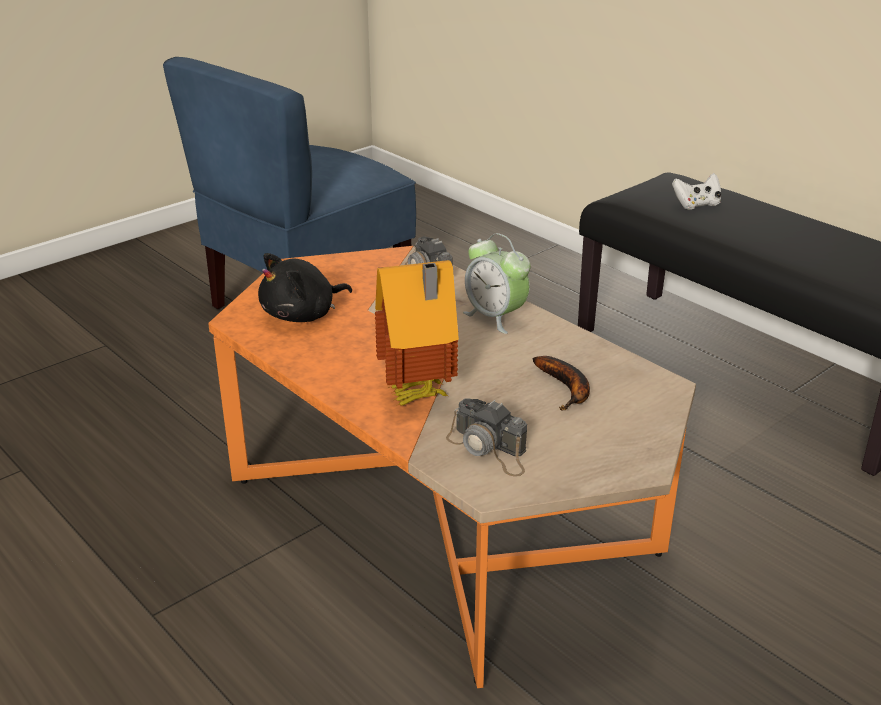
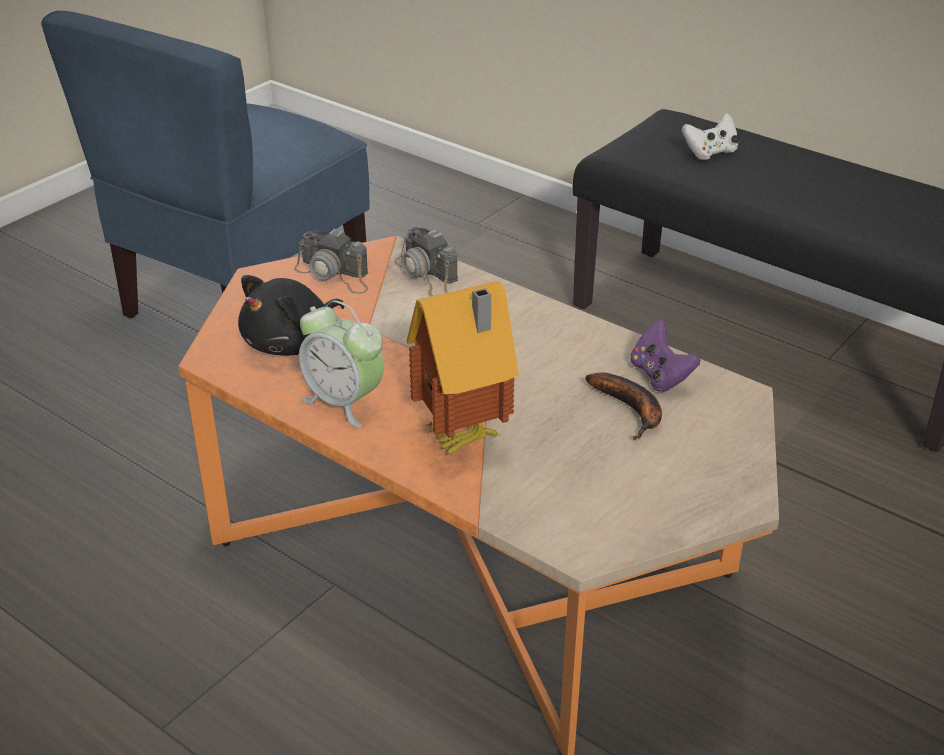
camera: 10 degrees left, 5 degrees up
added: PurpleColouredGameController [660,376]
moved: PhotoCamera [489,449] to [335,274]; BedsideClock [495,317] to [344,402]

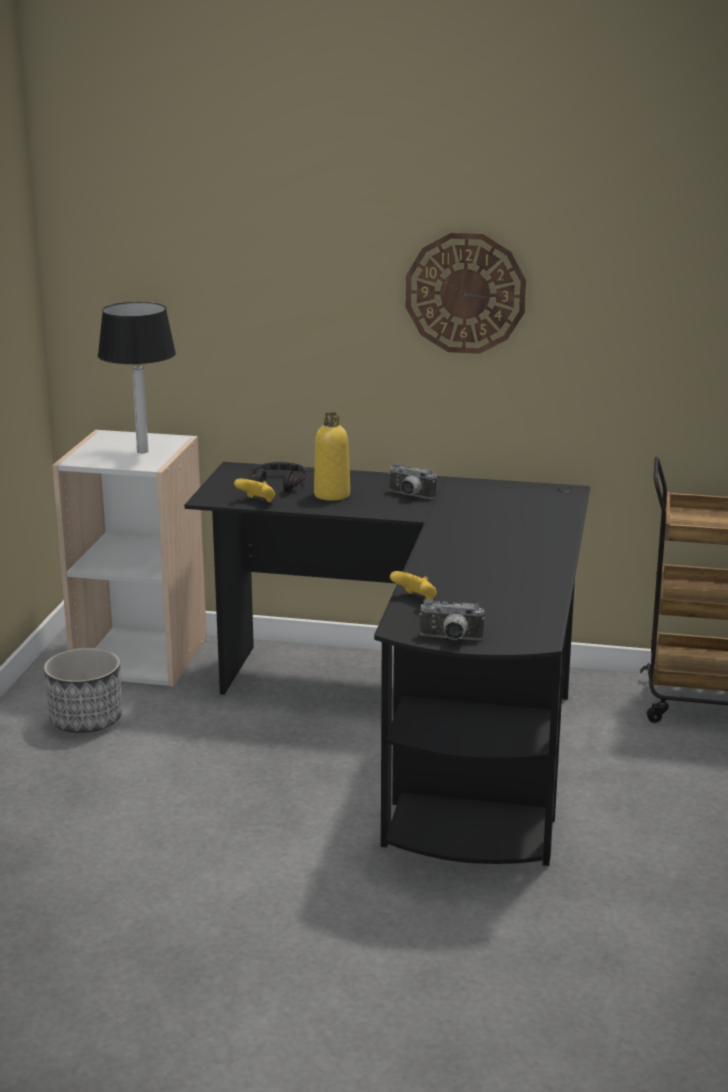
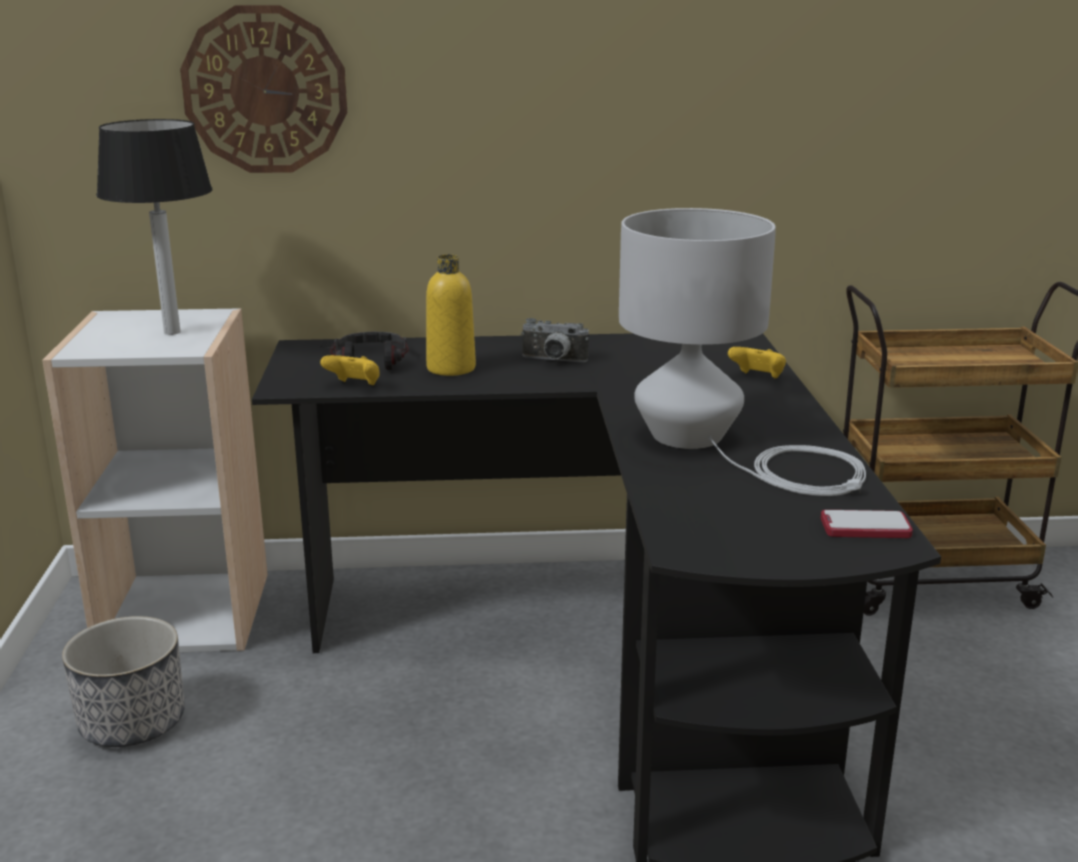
camera: 15 degrees left, 0 degrees up
removed: PhotoCamera [450,639]
added: GreyishTabletopLamp [732,449]; Handset [865,527]
moved: HangingClock [465,293] to [265,90]; YellowColouredGameController [415,599] to [757,378]

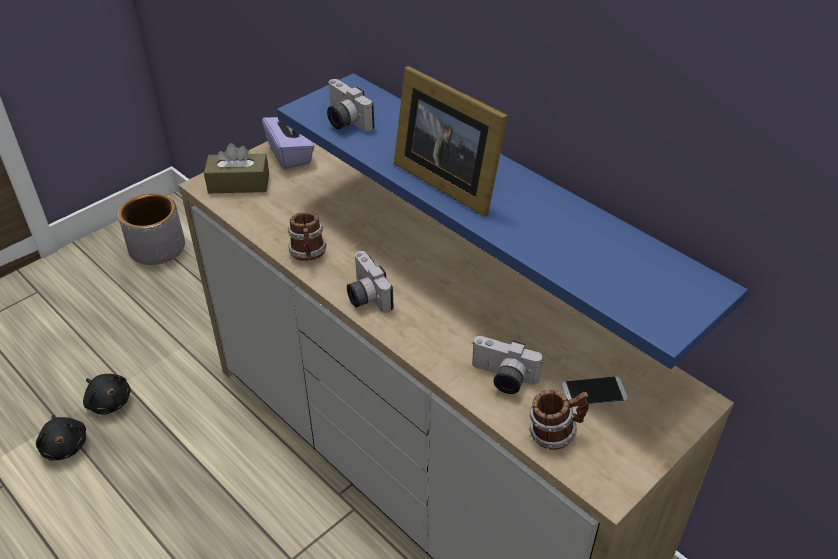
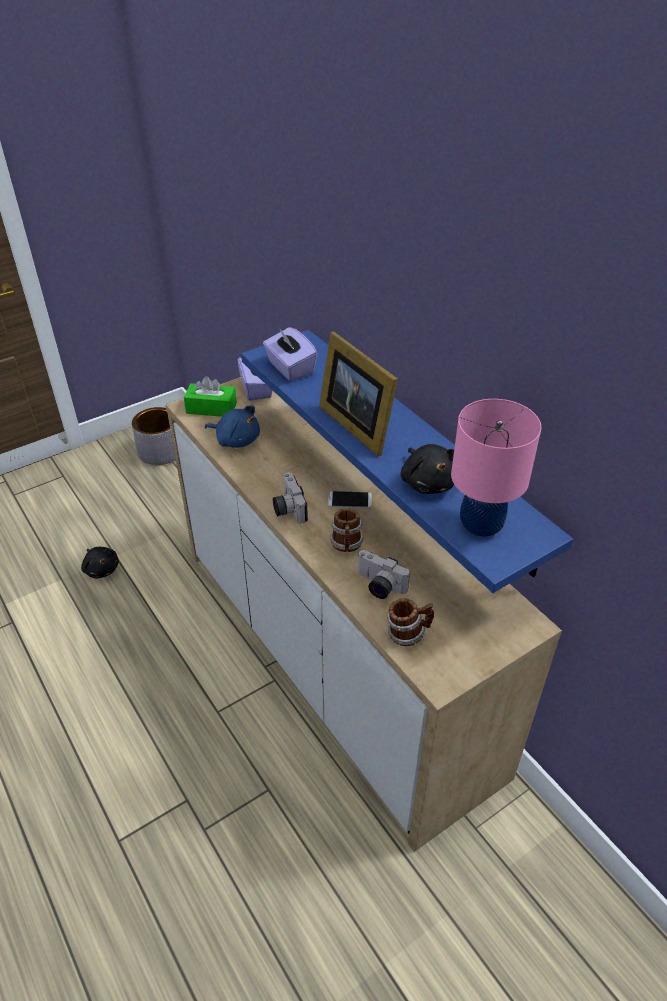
camera: 10 degrees right, 0 degrees up
added: BlueCuddlyToy [236,440]; PinkColouredTabletopLamp [480,527]
moved: Handset [594,392] to [350,500]; CoffeeMug [308,255] to [347,545]; BlackCuddlyToy [65,445] to [428,482]
replaced: PhotoCamera [344,121] to PurpleColouredTissueHolder [290,368]
recoloured: BrownColouredTissueHolder [239,183] to GreenColouredTissueHolder [211,408]

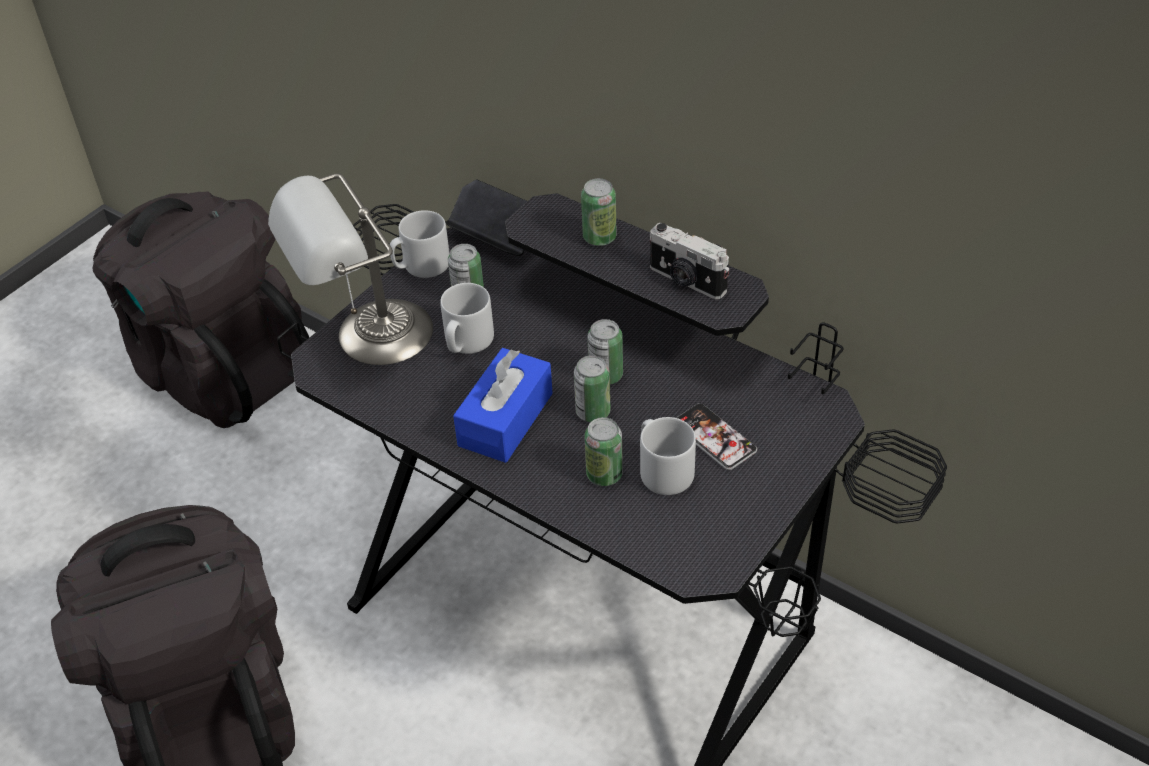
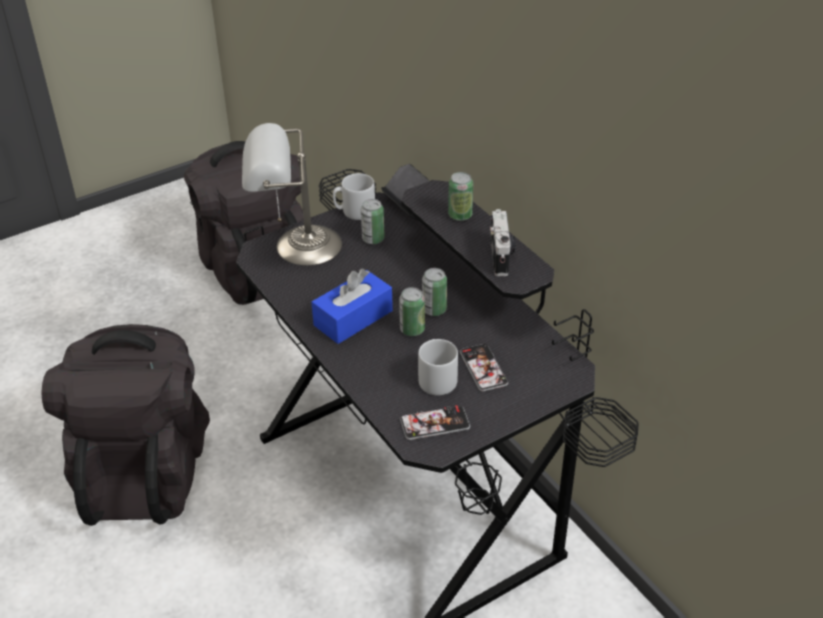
camera: 20 degrees right, 5 degrees down
removed: GreyishCoffeeMug [466,342]; MetalCan [604,474]
added: Handset [435,424]
turned: PhotoCamera [686,281] = [501,256] 150 degrees counterclockwise

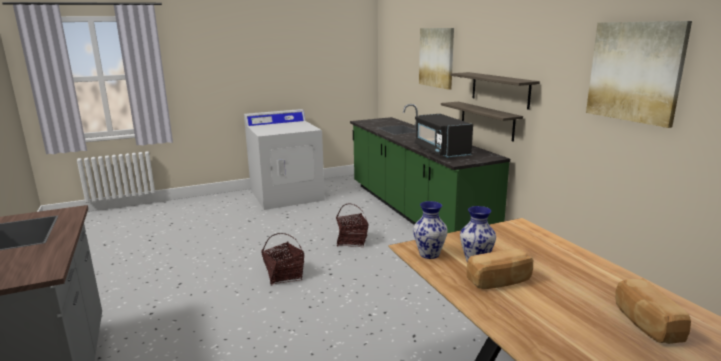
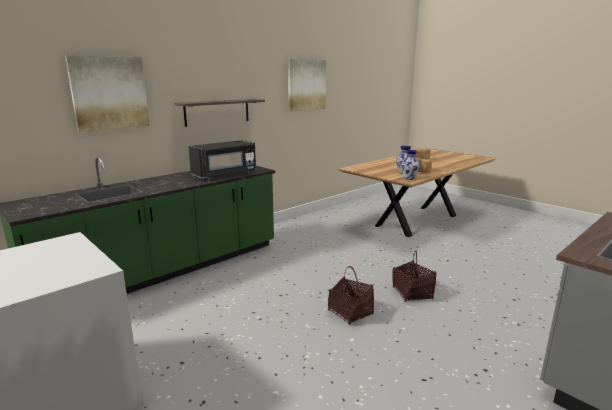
camera: 110 degrees left, 0 degrees up
removed: Shelf [487,120]
moved: Basket [352,241] to [412,293]

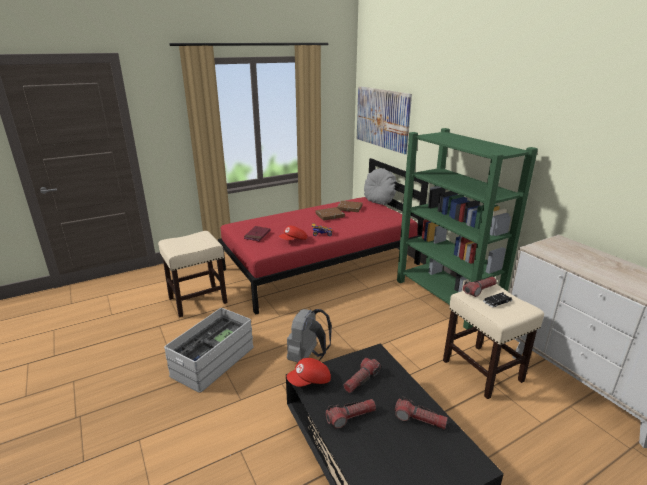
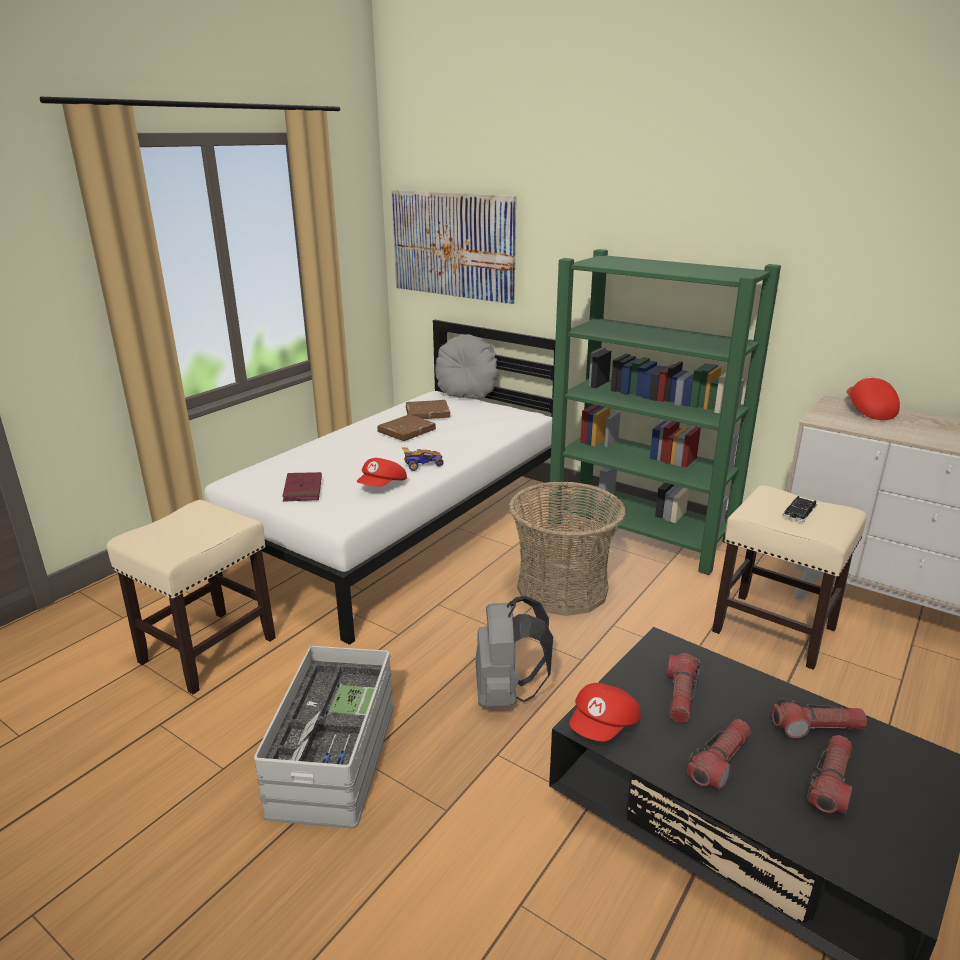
camera: 25 degrees left, 0 degrees up
added: Basket [562,589]; RedColouredPeakedCap [868,411]
moved: Torch [479,290] to [830,783]
recoloured: RedColouredBed [321,266] to WhiteColouredBed [405,529]

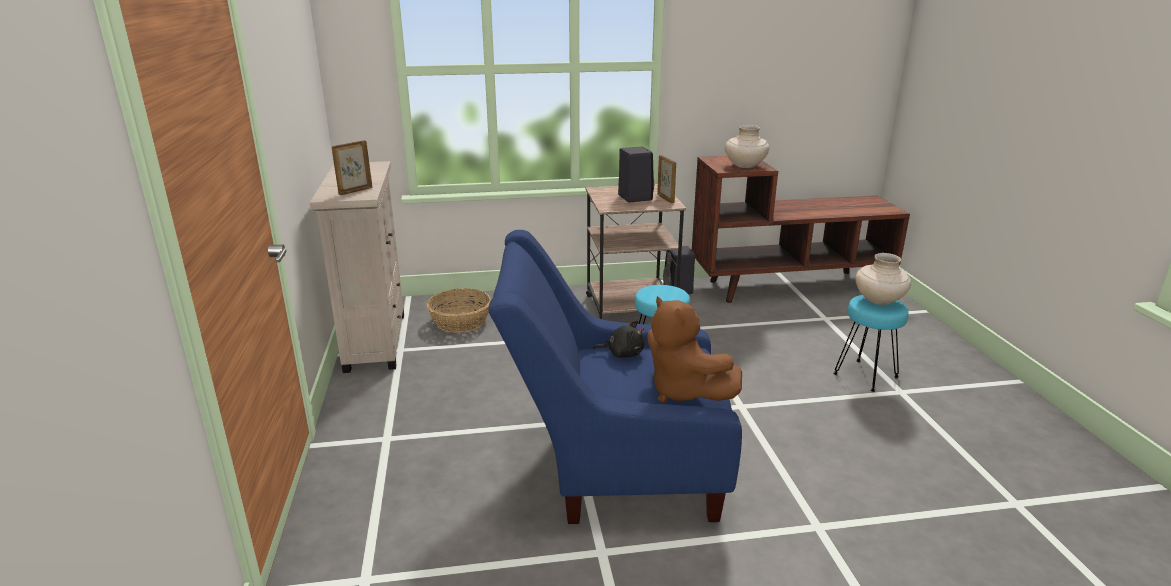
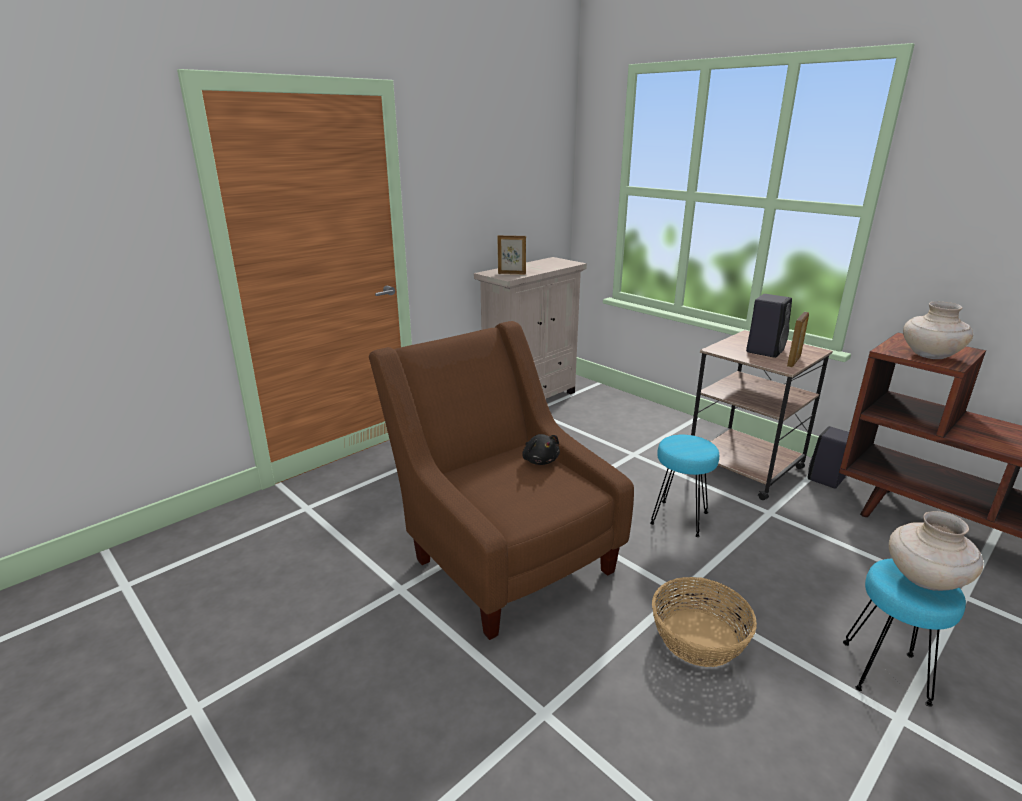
camera: 55 degrees right, 0 degrees up
removed: BrownColouredCuddlyToy [683,391]
moved: Basket [460,321] to [699,637]
recoloured: BlueLoungeChair [613,468] to BrownColouredLoungeChair [502,554]

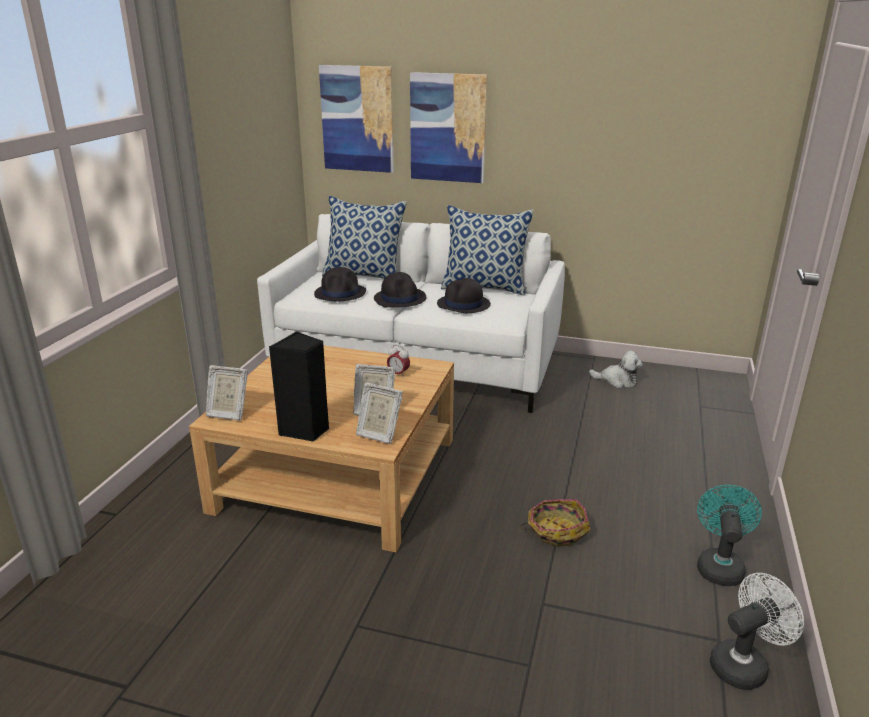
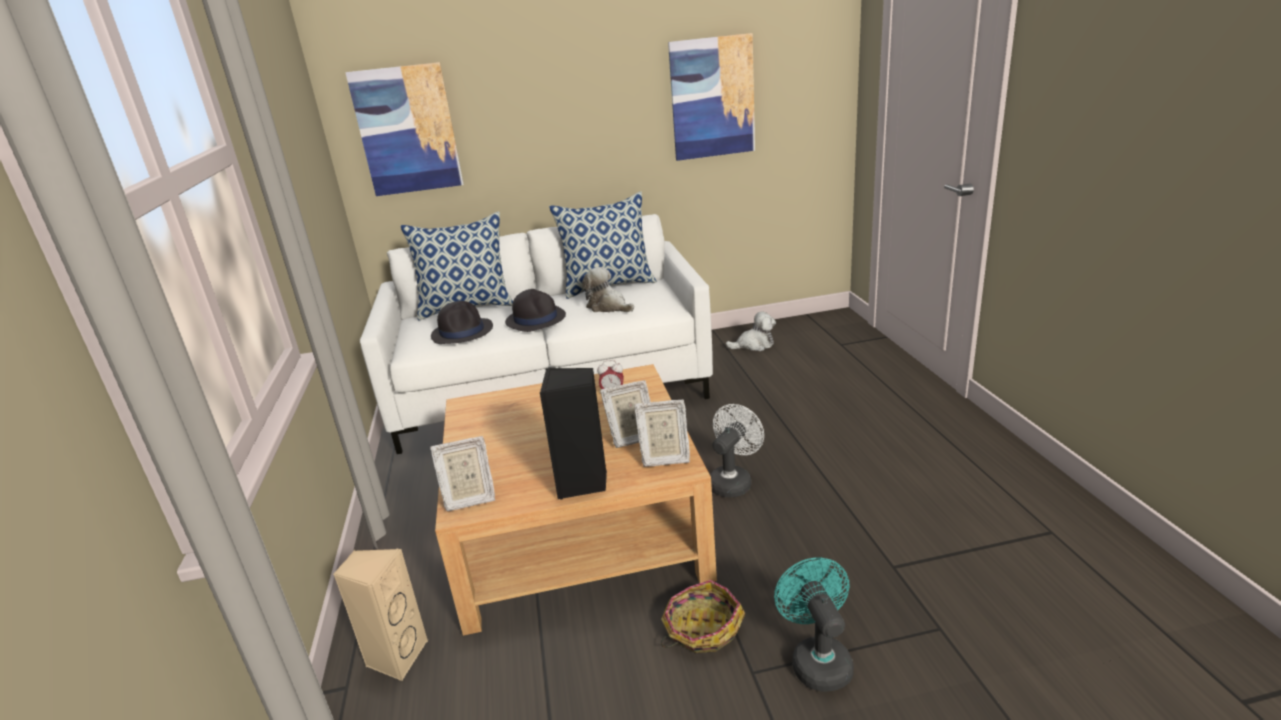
camera: 25 degrees left, 0 degrees up
added: BeigeColouredAudioSpeaker [396,656]
moved: Basket [556,531] to [701,629]; WallPicture [448,128] to [712,98]; WhiteColouredCoolingFan [744,664] to [733,481]; BlueGreenCoolingFan [719,565] to [817,659]
replaced: BlackWearableHat [463,305] to CuddlyToy [608,307]

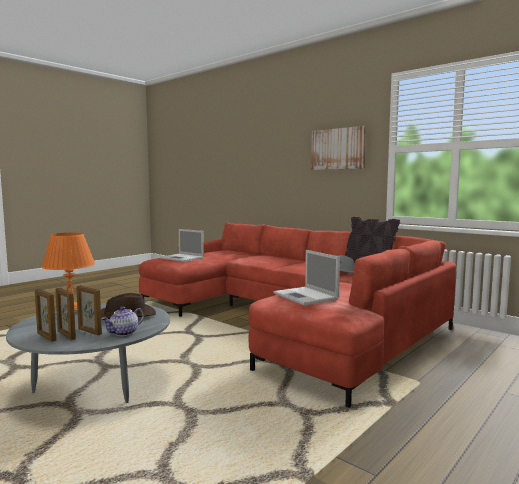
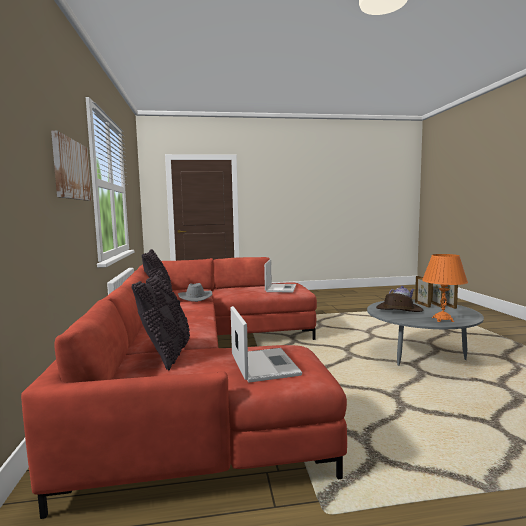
camera: 140 degrees left, 0 degrees up
added: BlackPillow [167,353]

